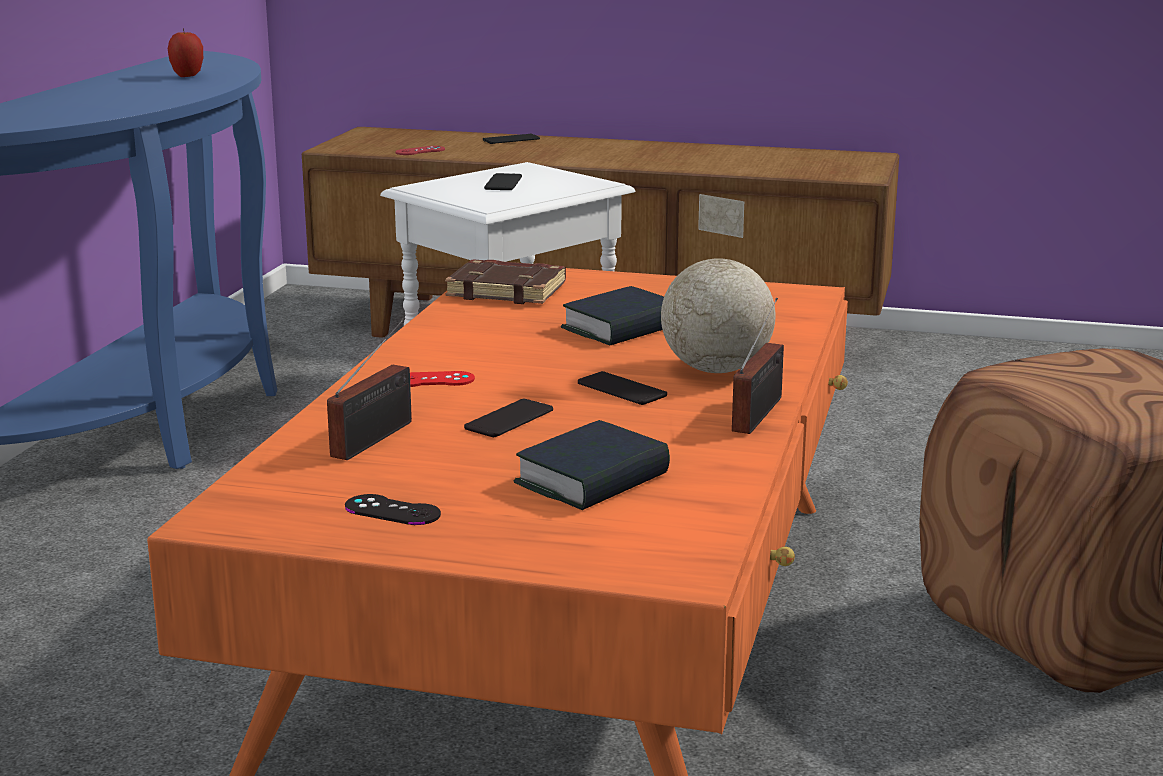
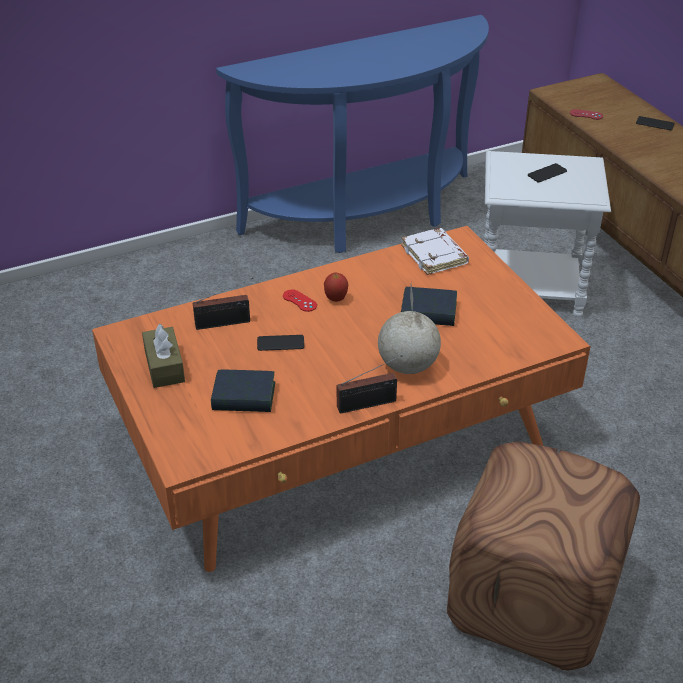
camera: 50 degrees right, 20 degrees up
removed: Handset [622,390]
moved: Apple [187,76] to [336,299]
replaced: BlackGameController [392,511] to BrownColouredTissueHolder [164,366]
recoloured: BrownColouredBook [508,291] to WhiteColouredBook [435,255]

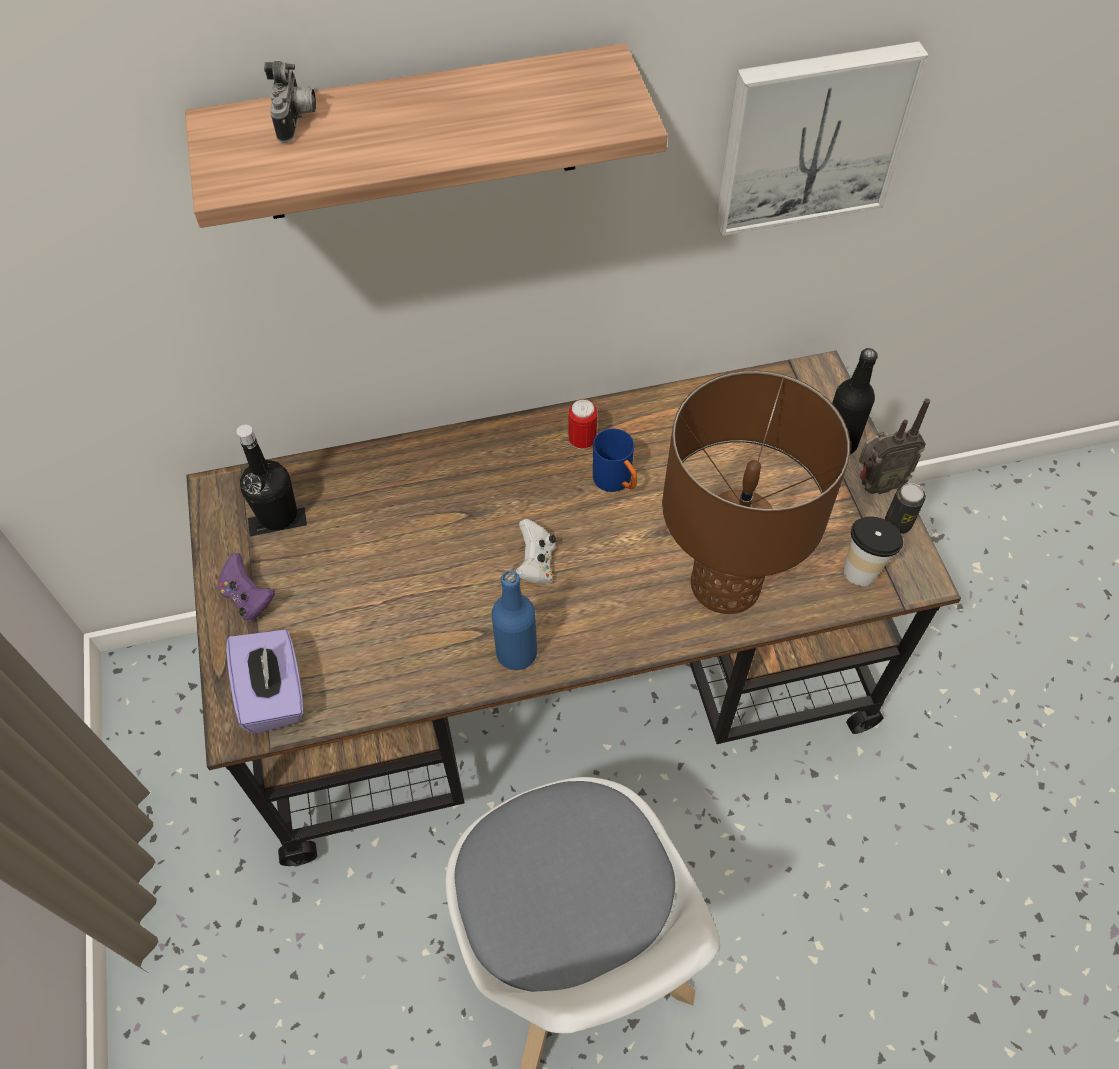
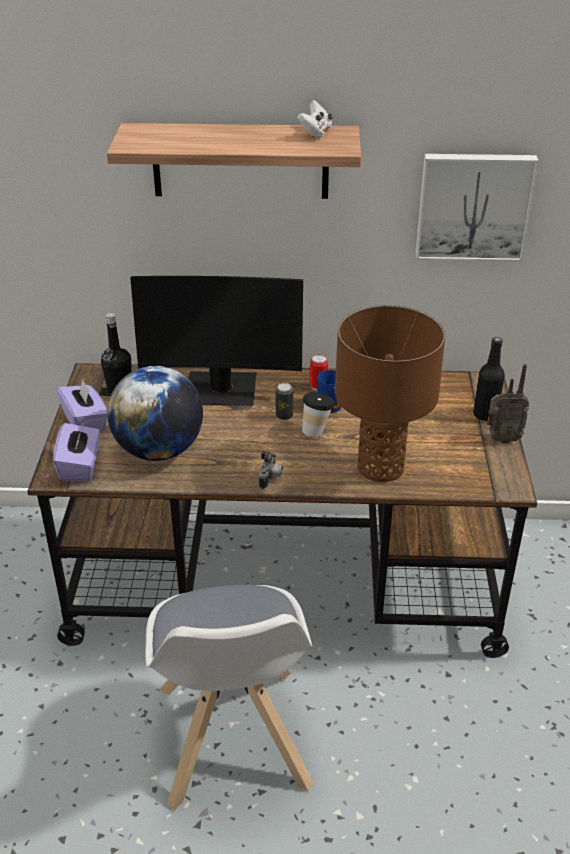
camera: 15 degrees right, 20 degrees down
removed: BlueBeverageBottle [516,653]
added: WorldGlobe [159,450]; Monitor [221,390]
moved: PhotoCamera [297,121] to [271,479]; MetalCan [897,523] to [284,415]; WhiteColouredGameController [536,564] to [315,132]; DrinkingCup [862,568] to [317,431]
replaced: PurpleColouredGameController [248,598] to PurpleColouredTissueHolder [85,422]

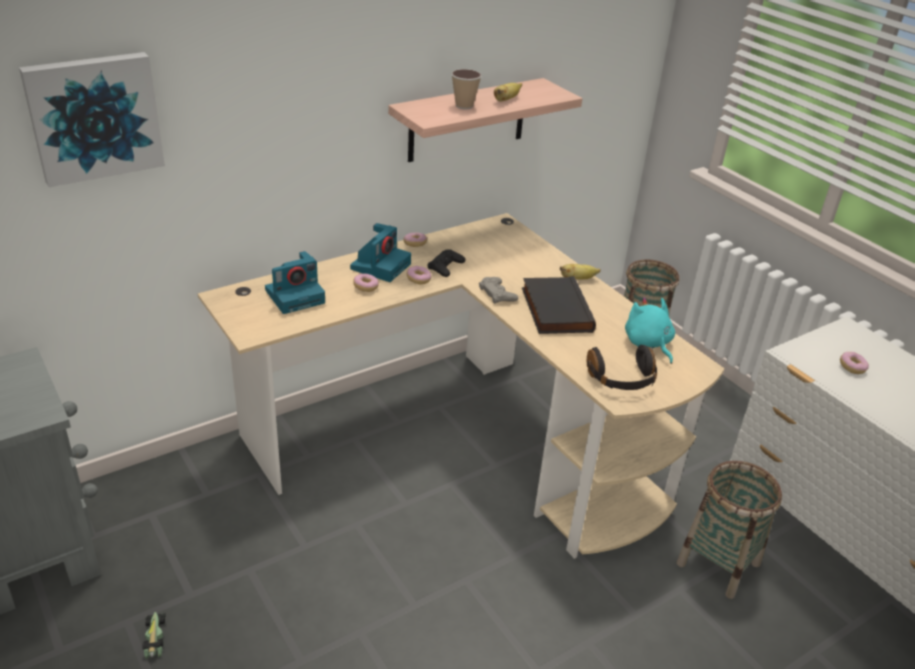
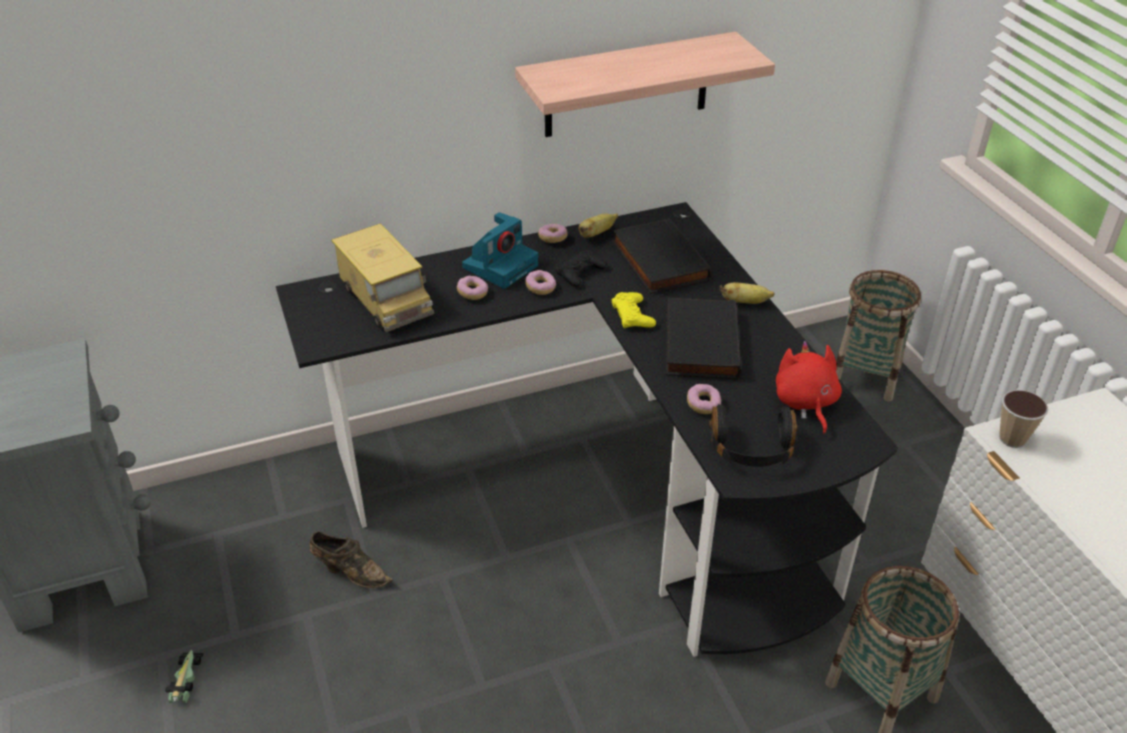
camera: 15 degrees right, 5 degrees up
removed: WallPicture [94,117]
added: BrownColouredLowShoe [350,572]; BlackBook [657,261]
moved: BananaFruit [506,100] to [596,233]; Donut [852,368] to [703,405]; DrinkingCup [464,106] to [1012,439]
replaced: PhotoCamera [296,296] to ToyTruck [386,298]
recoloured: BeigeColouredDeskTable [465,440] to BlackDeskTable [602,485]; GreyishGameController [497,294] to YellowColouredGameController [632,315]; BlueGreenCuddlyToy [648,344] to RedColouredCuddlyToy [805,403]

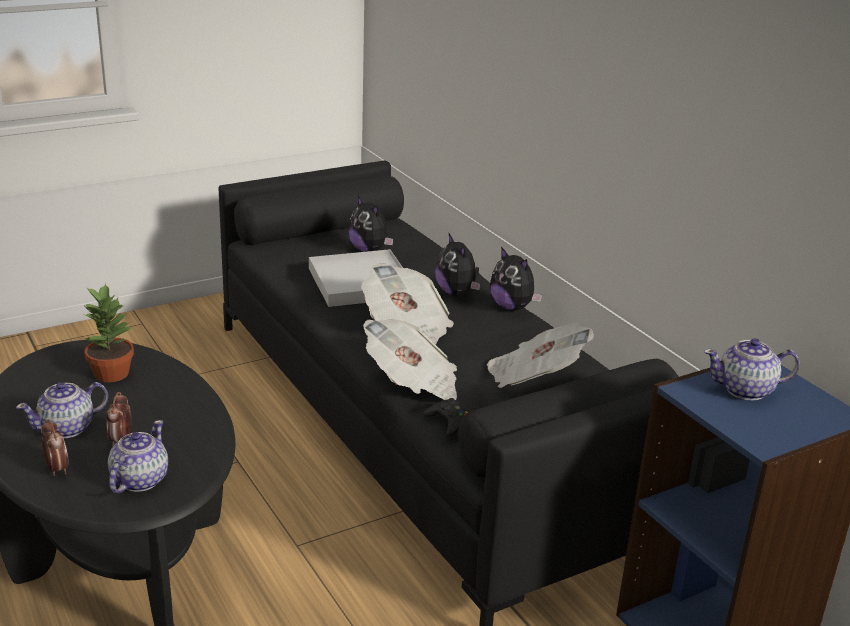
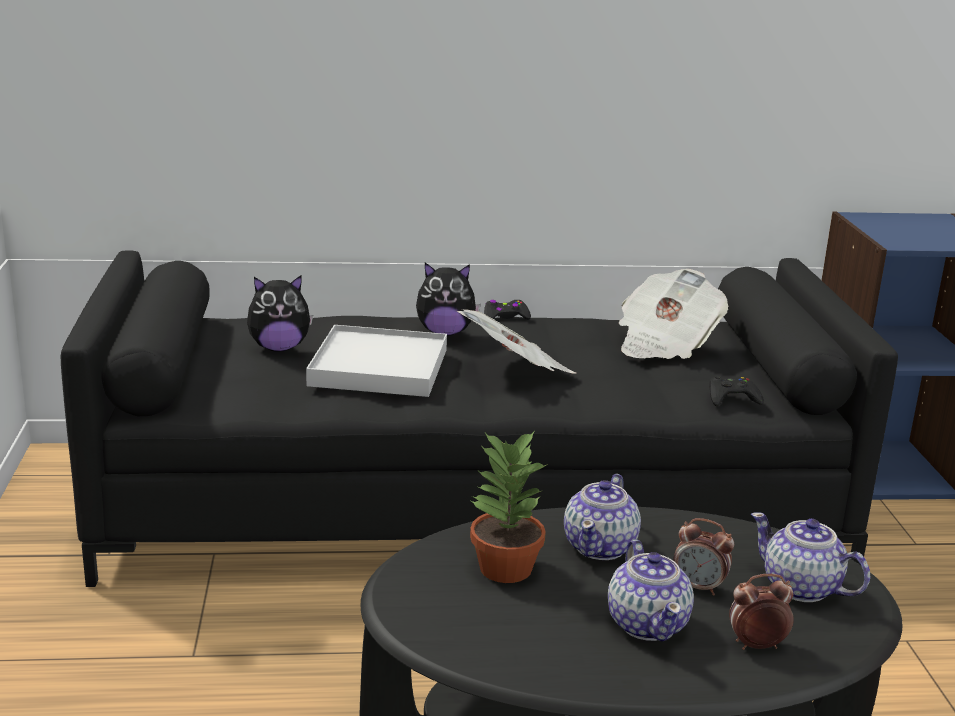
camera: 65 degrees left, 5 degrees down
removed: Newspaper [412,383]
moved: PotForTea [746,390] to [601,546]
replaced: CuddlyToy [512,307] to BlackGameController [505,317]

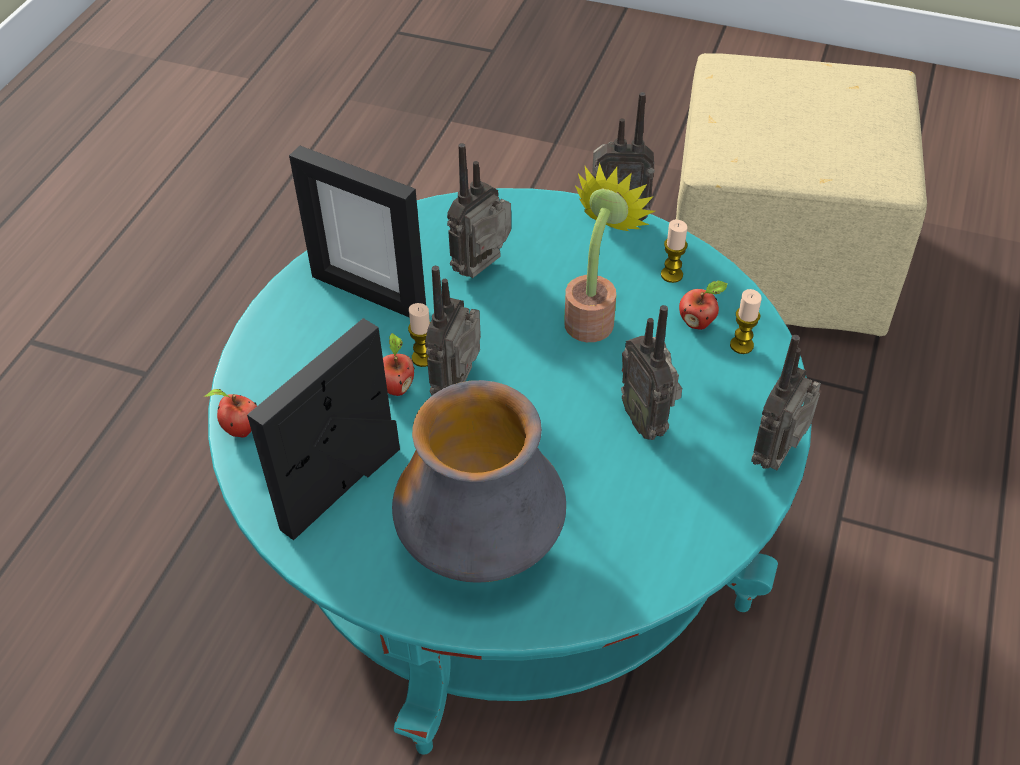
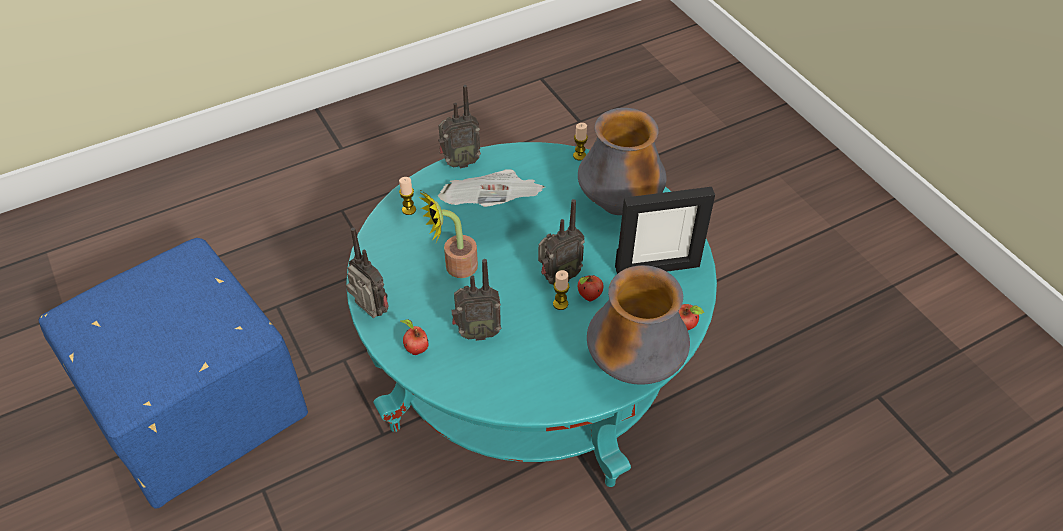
camera: 140 degrees left, 0 degrees up
removed: PictureFrame [370,291]
added: DecorativeVase [634,367]
moved: Apple [698,323] to [415,349]; WaxLight [671,275] to [579,156]
replaced: RadioReceiver [647,420] to Newspaper [492,208]
recoloured: BeigeColouredOttoman [776,261] to BlueOttoman [196,411]

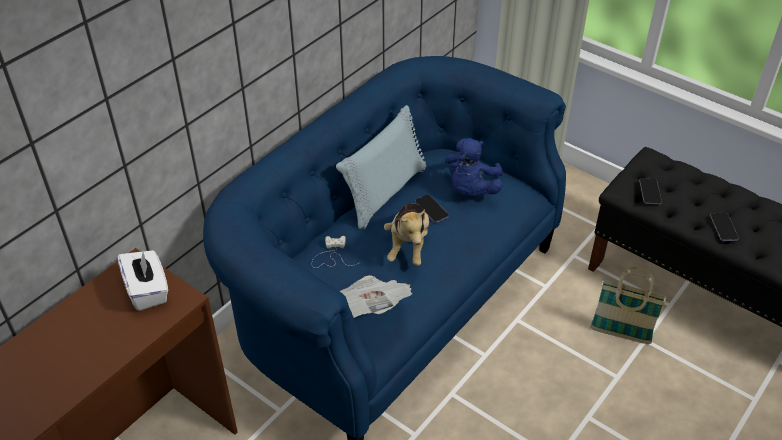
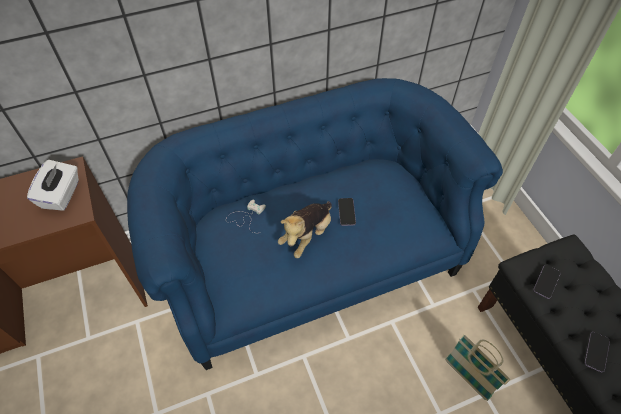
camera: 30 degrees right, 10 degrees up
removed: BluePillow [384,192]; Newspaper [369,310]; BlueCuddlyToy [471,190]

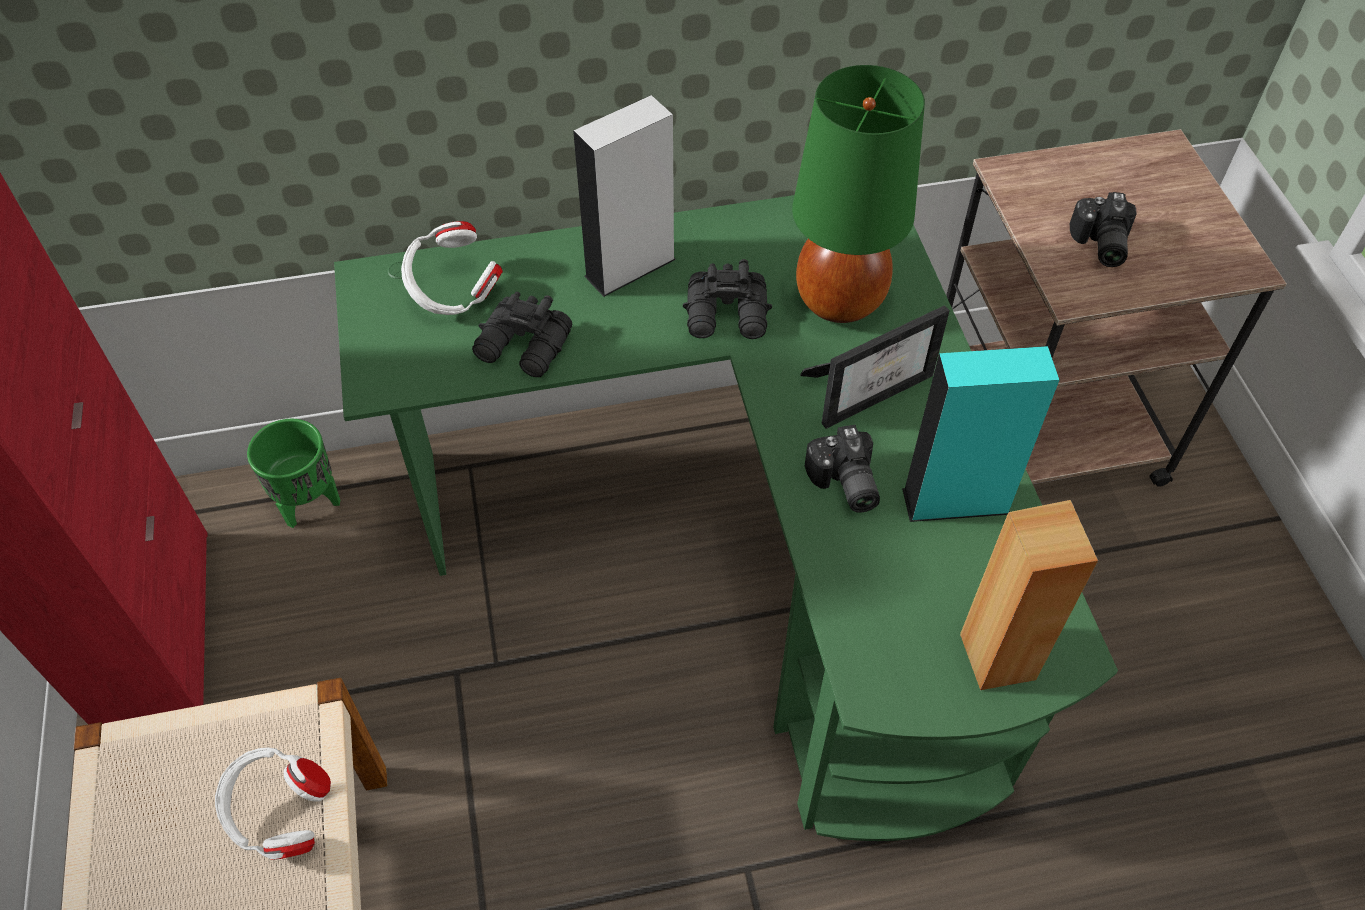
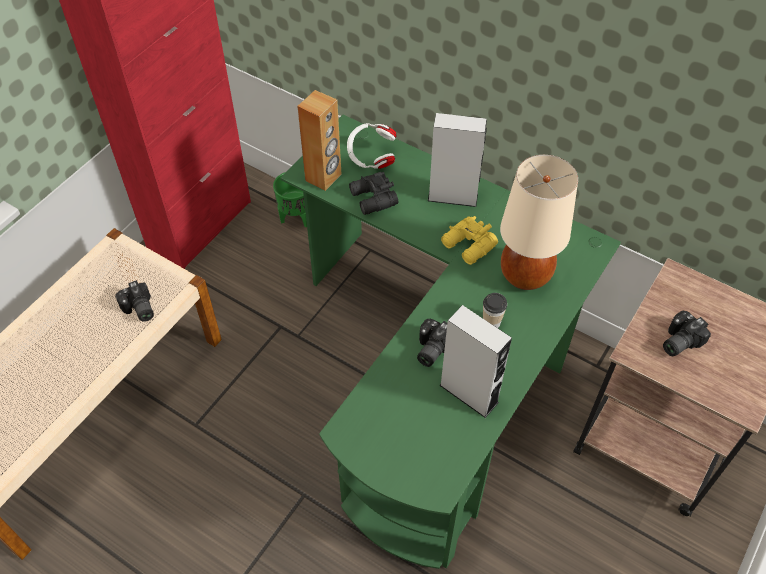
camera: 45 degrees right, 0 degrees up
moved: BrownColouredAudioSpeaker [998,656] to [323,177]
replaced: WhiteColouredHeadphones [280,816] to PhotoCamera [138,309]; PictureFrame [872,389] to DrinkingCup [491,322]
recoloured: BlueGreenAudioSpeaker [956,501] to GreyishAudioSpeaker [469,393]; BlackFieldGlasses [728,316] to YellowColouredFieldGlasses [468,246]; GreenColouredTabletopLamp [838,300] to BeigeColouredTabletopLamp [525,275]

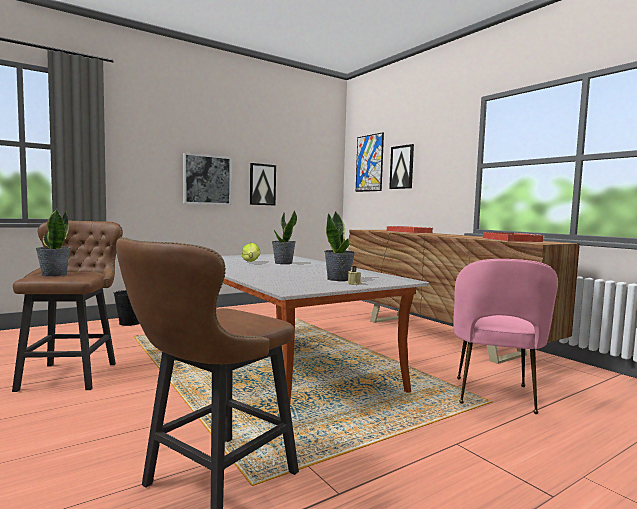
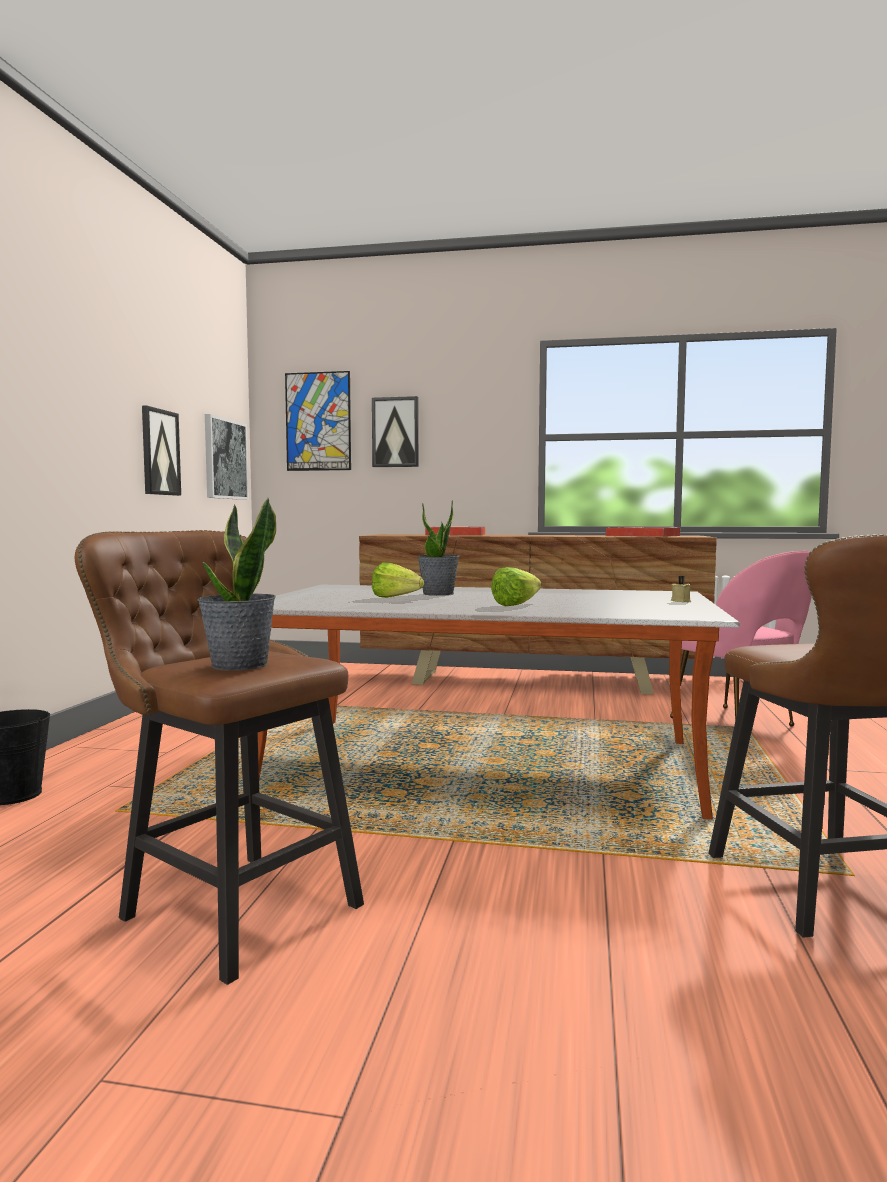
camera: 45 degrees left, 0 degrees up
removed: Houseplant [338,279]
added: HeadOfLettuce [520,604]
moved: WallPicture [207,179] to [225,459]

